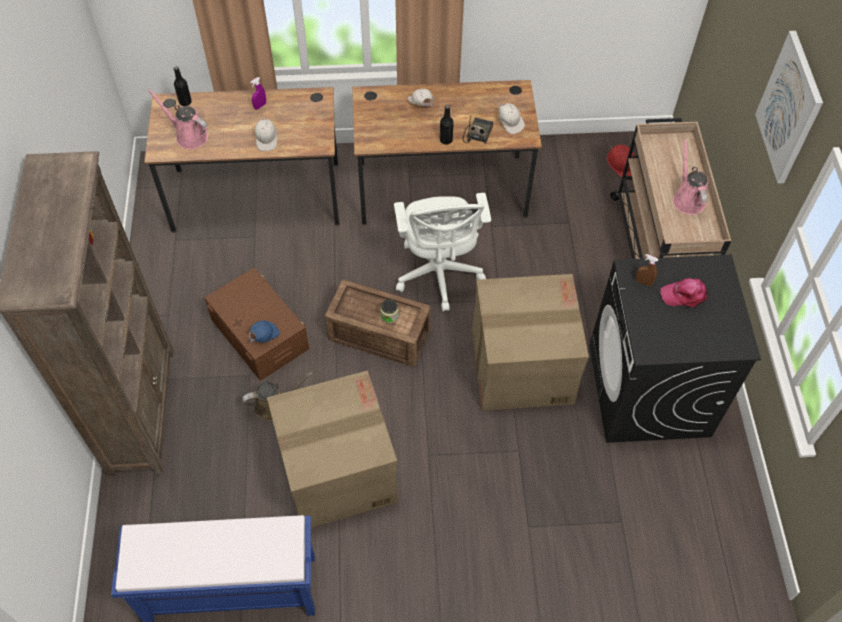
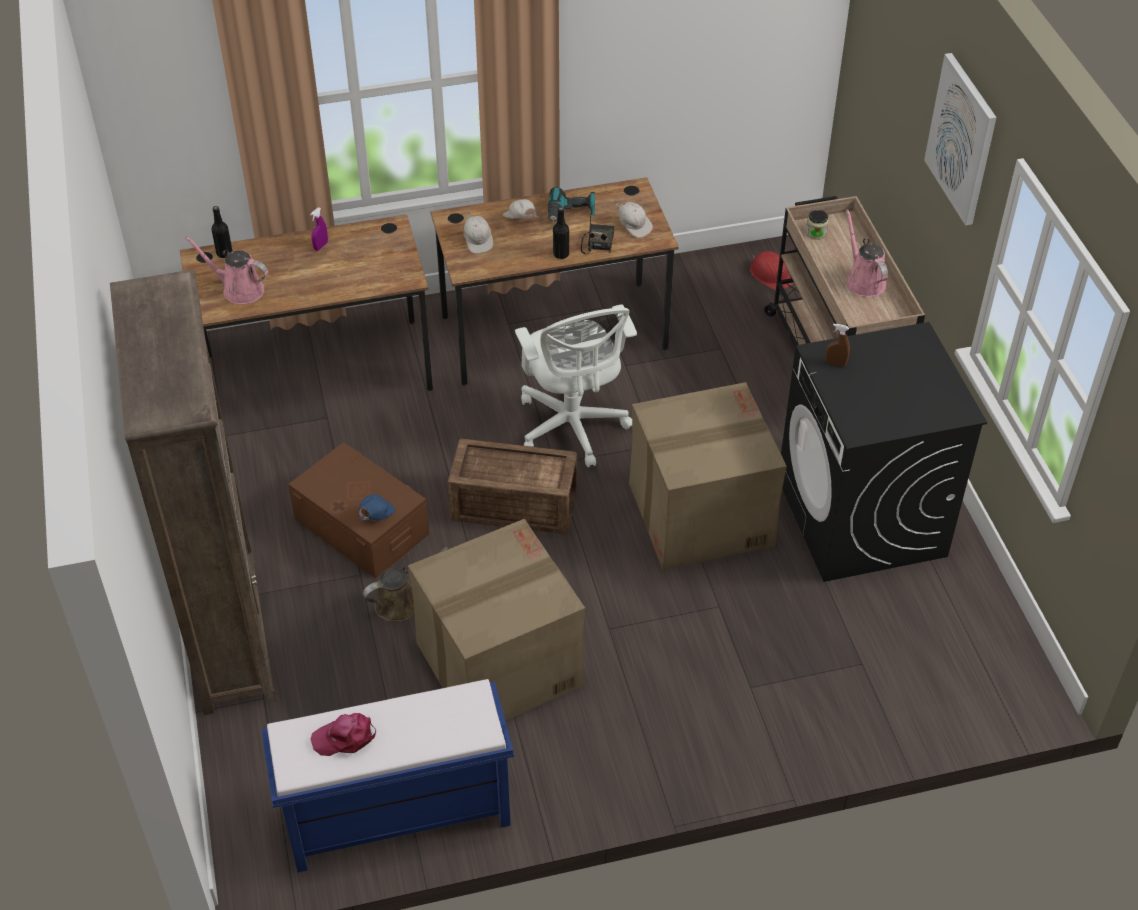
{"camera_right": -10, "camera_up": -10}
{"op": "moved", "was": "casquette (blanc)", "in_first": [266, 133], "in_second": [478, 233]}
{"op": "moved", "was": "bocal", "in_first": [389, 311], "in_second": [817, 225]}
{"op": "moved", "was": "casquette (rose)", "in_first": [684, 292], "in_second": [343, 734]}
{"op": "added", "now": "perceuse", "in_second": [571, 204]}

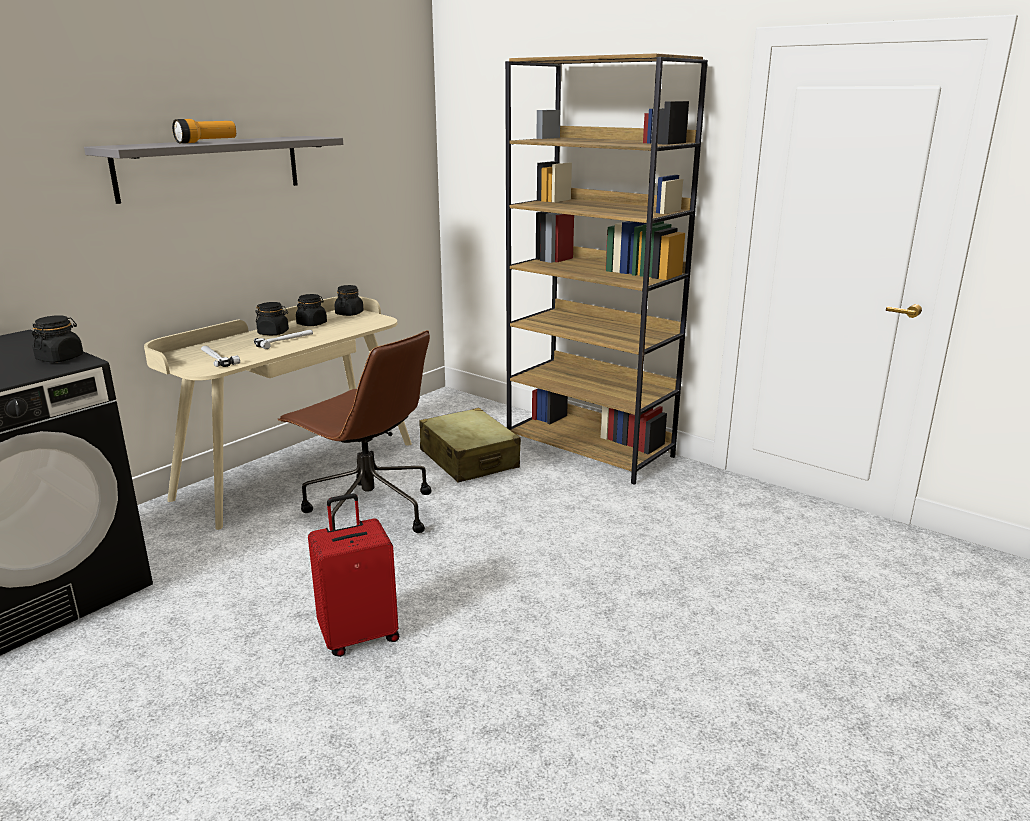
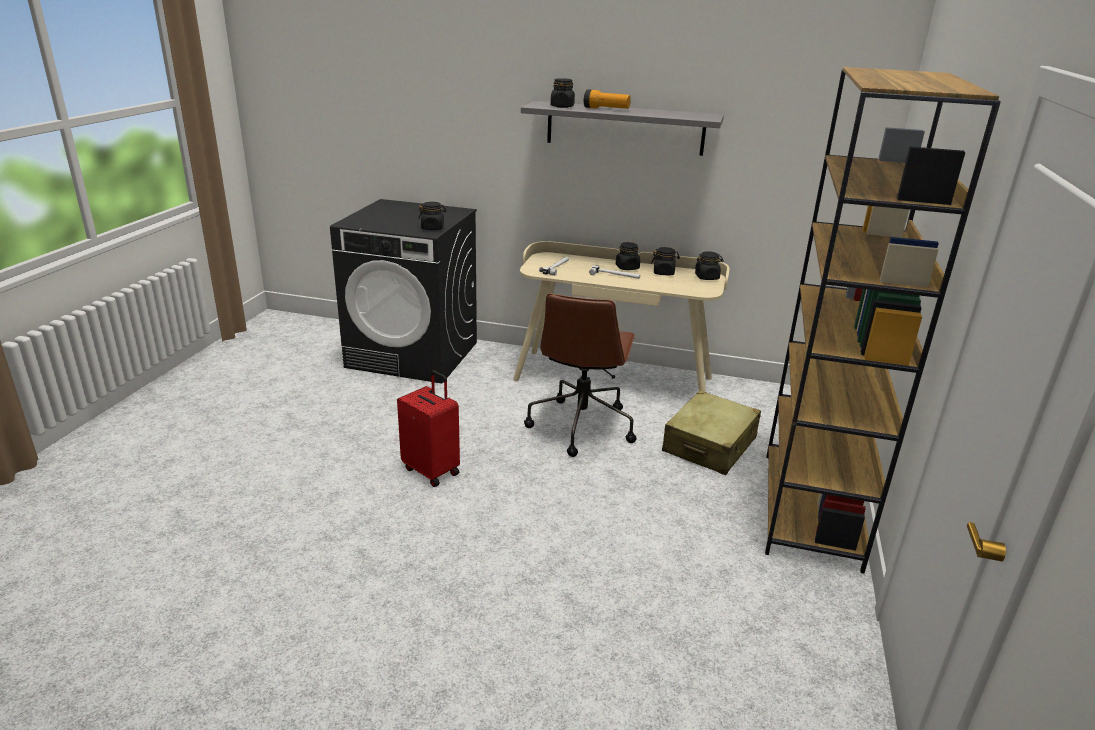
{"camera_right": 65, "camera_up": 5}
{"op": "added", "now": "bocal (noir)", "in_second": [563, 93]}

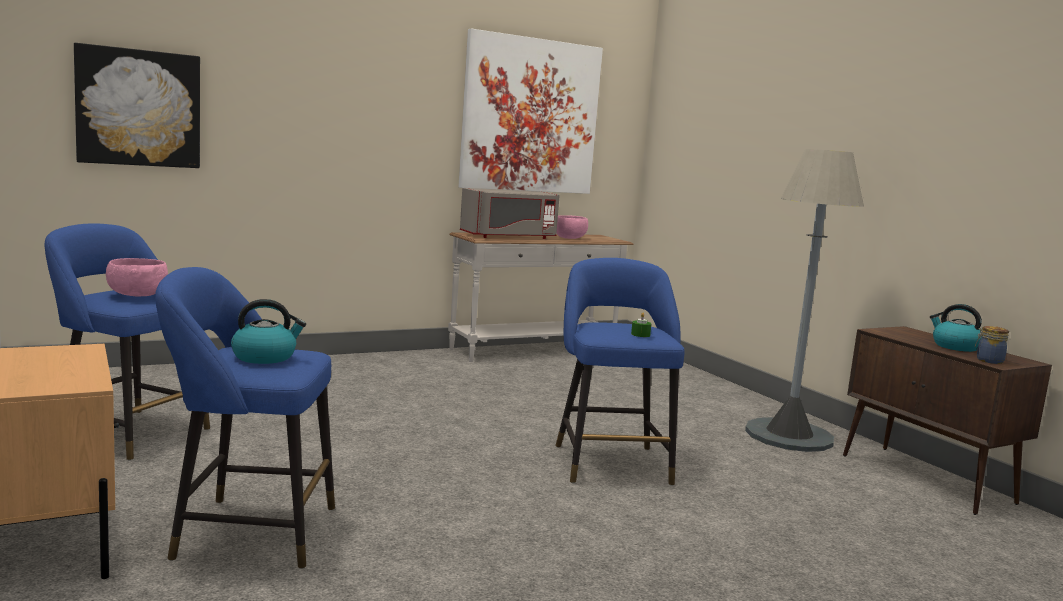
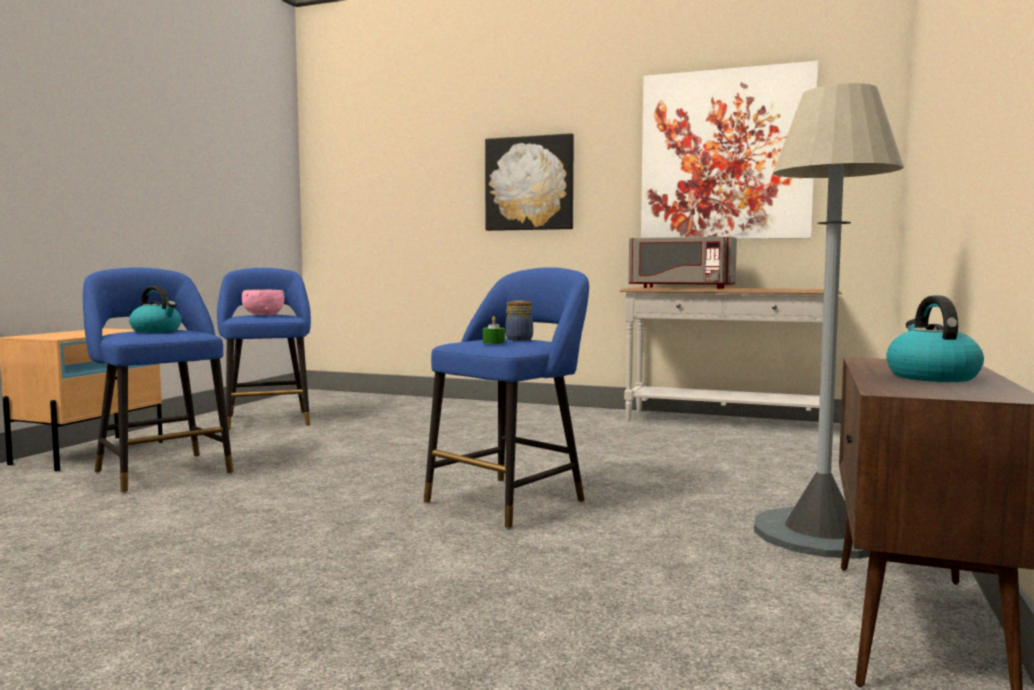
{"camera_right": 50, "camera_up": -5}
{"op": "moved", "was": "tableau", "in_first": [137, 105], "in_second": [529, 182]}
{"op": "removed", "was": "bol (rose)", "in_first": [572, 227]}
{"op": "moved", "was": "bocal", "in_first": [992, 345], "in_second": [519, 320]}

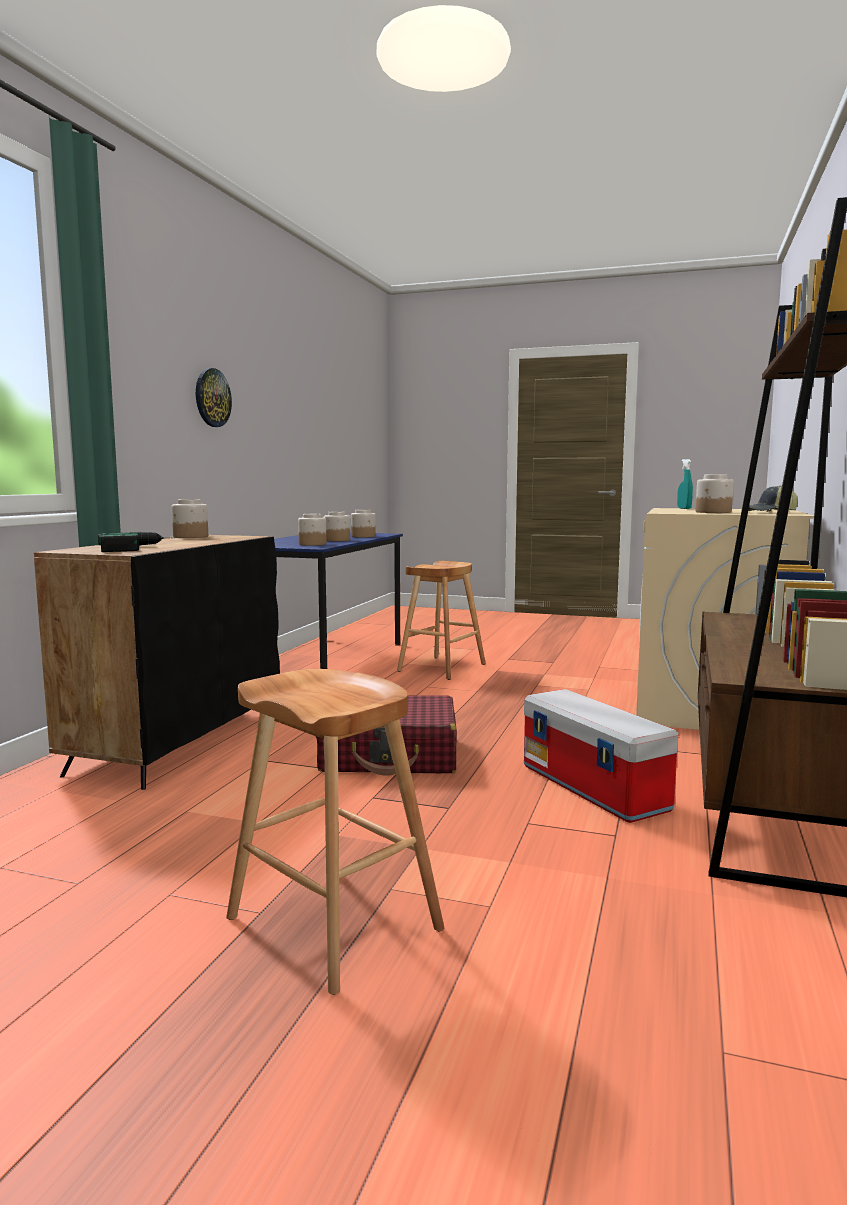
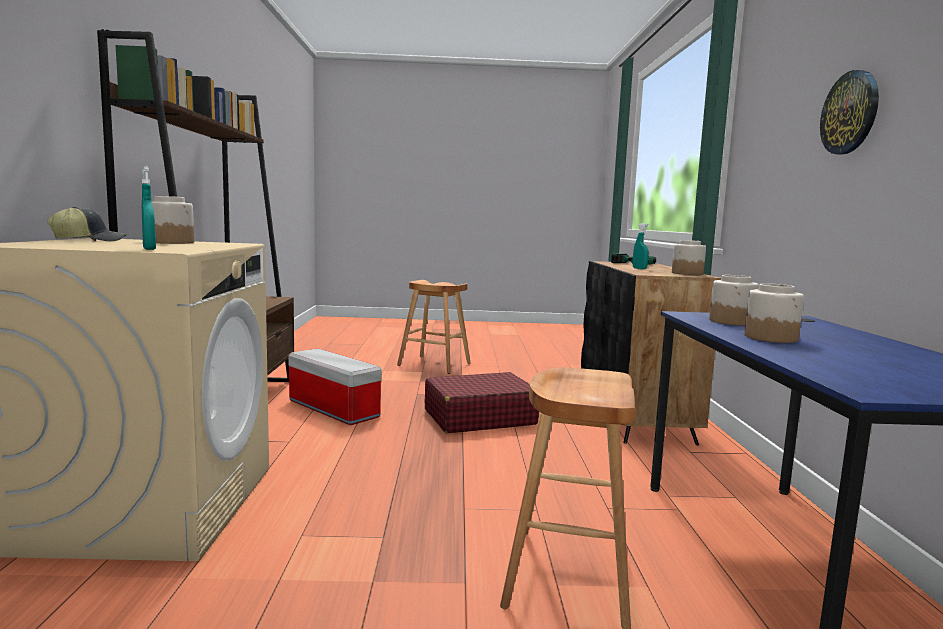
{"camera_right": 160, "camera_up": 0}
{"op": "removed", "was": "bocal", "in_first": [363, 523]}
{"op": "added", "now": "vaporisateur (turquoise)", "in_second": [641, 246]}

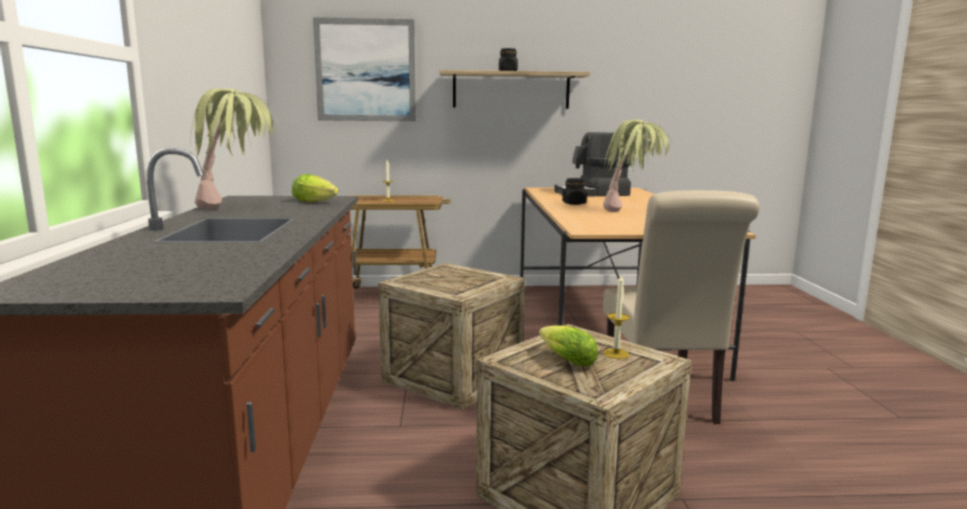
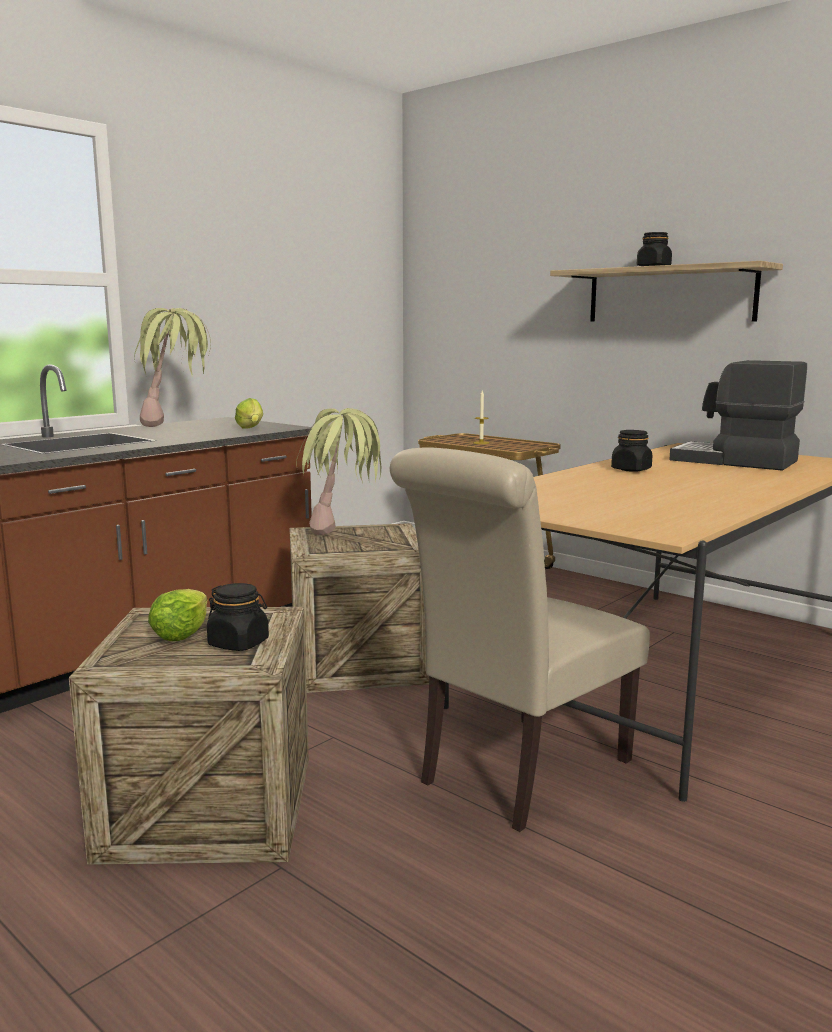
{"camera_right": 45, "camera_up": 0}
{"op": "removed", "was": "tableau", "in_first": [364, 69]}
{"op": "moved", "was": "plante en pot", "in_first": [638, 166], "in_second": [338, 471]}
{"op": "replaced", "was": "bougie", "now": "bocal (noir)", "in_first": [616, 317], "in_second": [238, 617]}

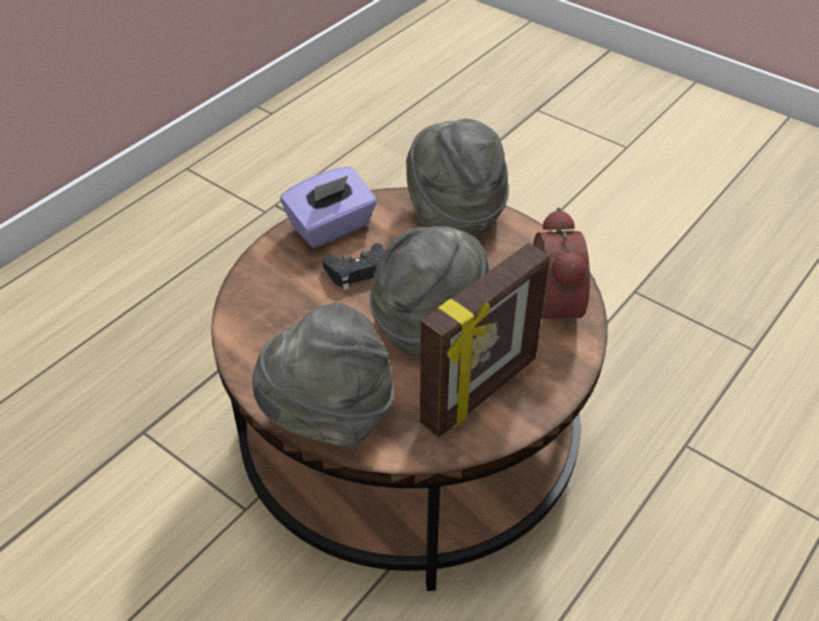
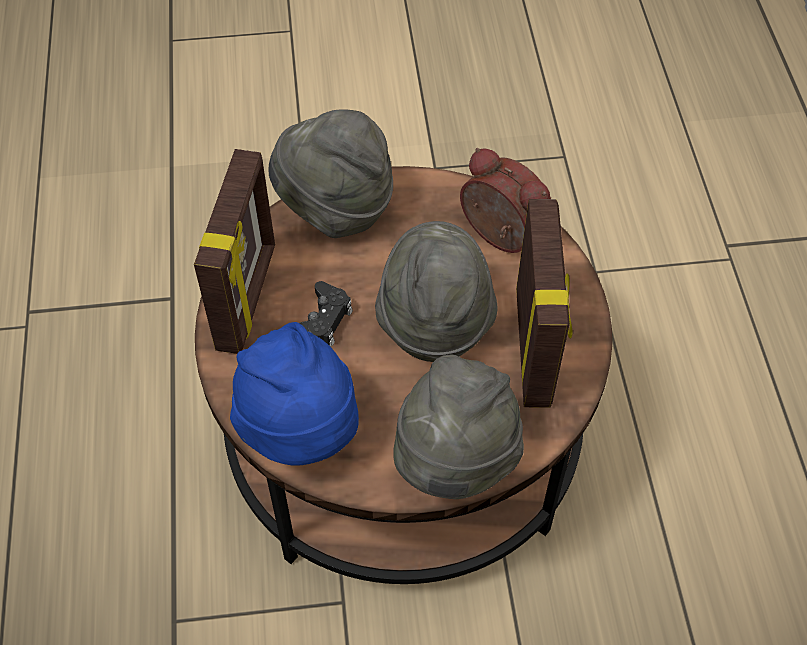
{"camera_right": -45, "camera_up": 10}
{"op": "replaced", "was": "boîte à mouchoirs (violet)", "now": "cadre photo", "in_first": [328, 207], "in_second": [234, 251]}
{"op": "added", "now": "chapeau (bleu)", "in_second": [294, 394]}

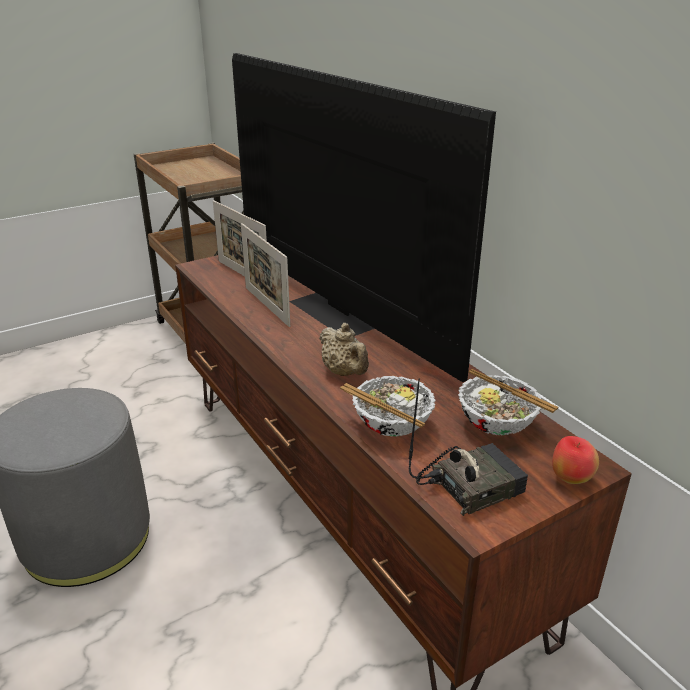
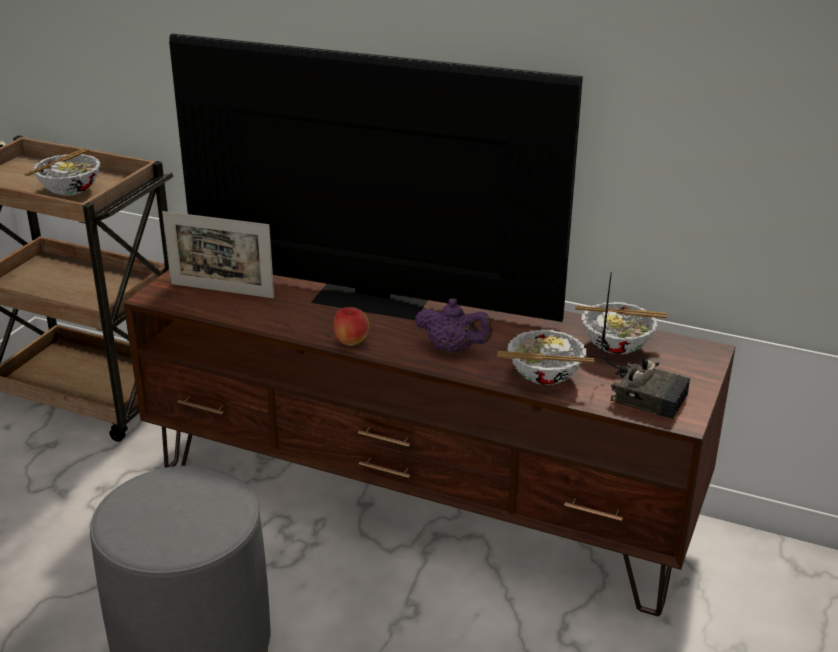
{"camera_right": -35, "camera_up": 0}
{"op": "removed", "was": "cadre photo", "in_first": [265, 275]}
{"op": "recoloured", "was": "théière (beige)", "now": "théière (violet)", "in_first": [344, 349], "in_second": [453, 325]}
{"op": "turned", "was": "radio", "in_first": [468, 447], "in_second": [645, 345], "clockwise": 90}
{"op": "moved", "was": "pomme", "in_first": [575, 460], "in_second": [351, 326]}
{"op": "added", "now": "bol", "in_second": [62, 172]}

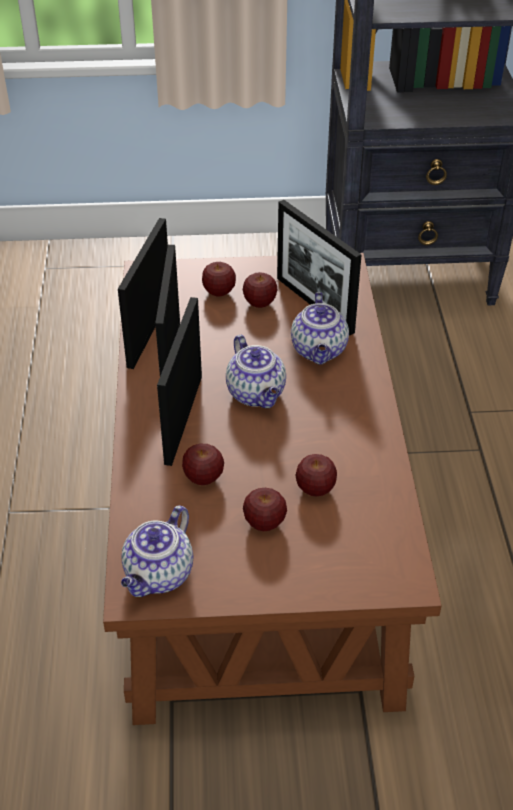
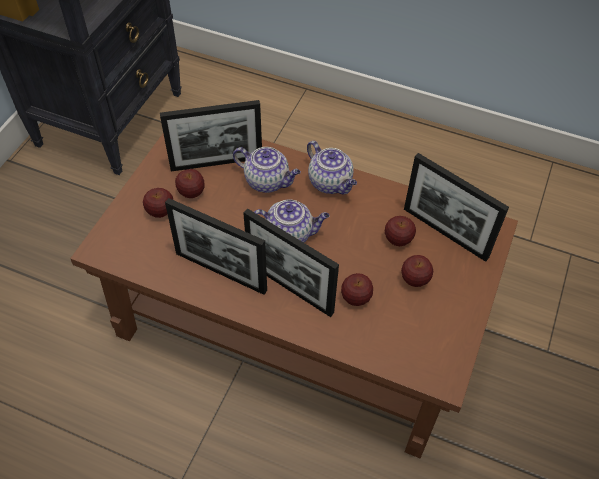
{"camera_right": -65, "camera_up": 10}
{"op": "moved", "was": "cadre photo", "in_first": [143, 293], "in_second": [456, 207]}
{"op": "moved", "was": "théière", "in_first": [157, 551], "in_second": [332, 167]}

